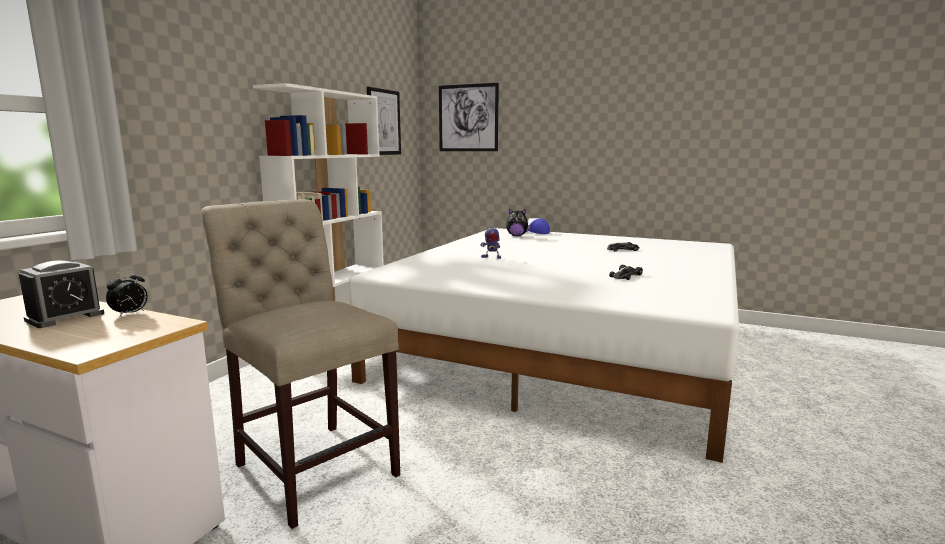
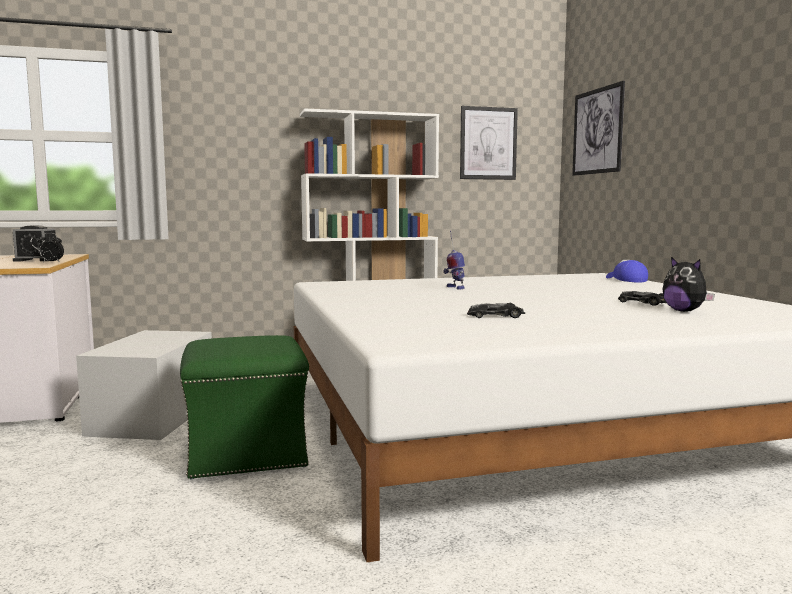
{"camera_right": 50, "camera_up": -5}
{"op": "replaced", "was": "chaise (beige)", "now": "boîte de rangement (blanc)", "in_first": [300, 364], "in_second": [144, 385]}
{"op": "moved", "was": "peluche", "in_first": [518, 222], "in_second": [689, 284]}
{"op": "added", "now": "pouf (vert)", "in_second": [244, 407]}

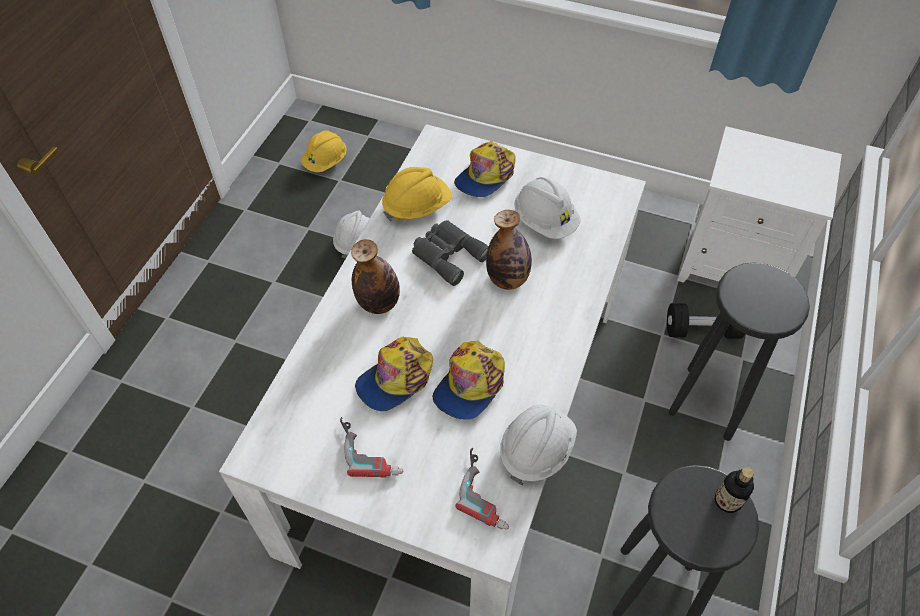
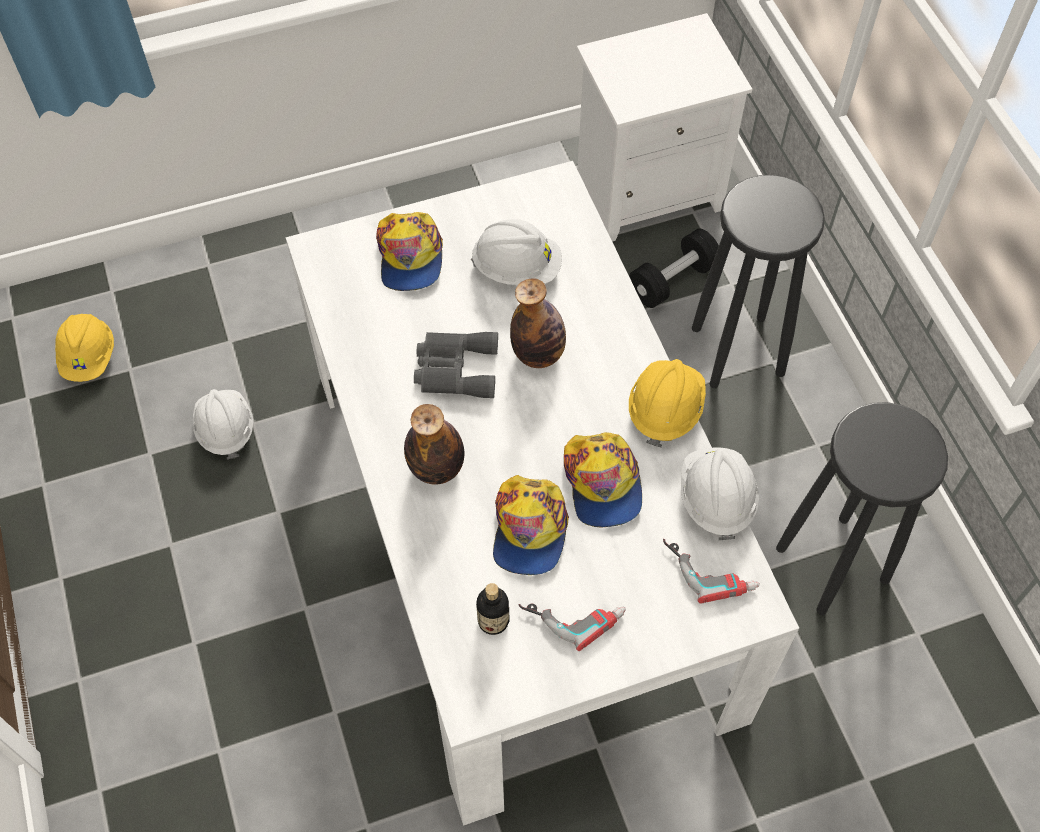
{"camera_right": -40, "camera_up": 5}
{"op": "moved", "was": "casque de chantier (jaune)", "in_first": [416, 194], "in_second": [667, 403]}
{"op": "moved", "was": "bouteille", "in_first": [734, 490], "in_second": [492, 609]}

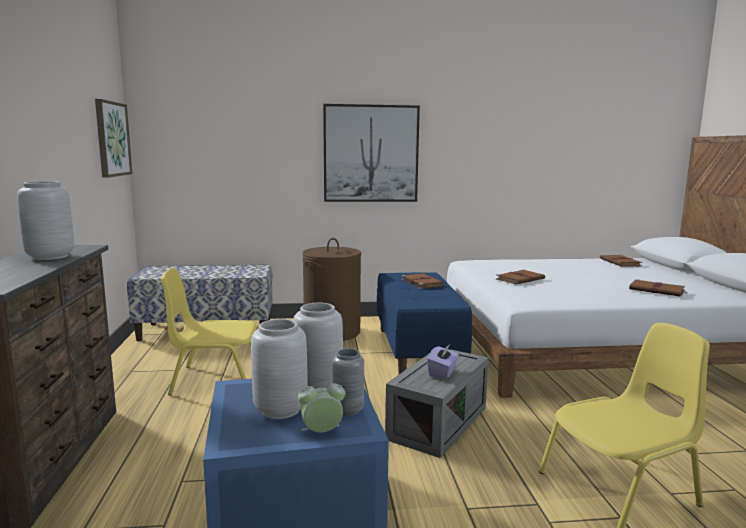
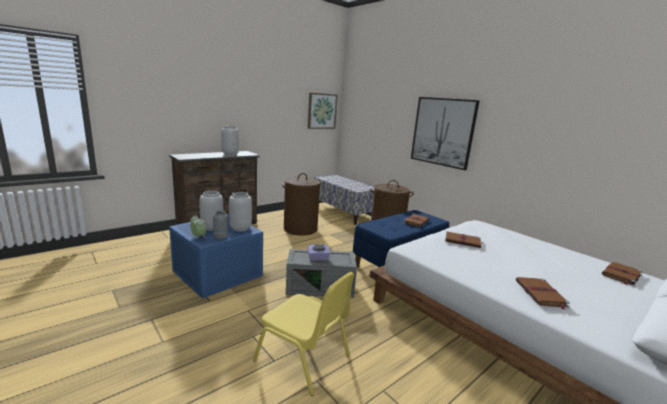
{"camera_right": 55, "camera_up": 5}
{"op": "replaced", "was": "chaise (jaune)", "now": "panier à linge (marron)", "in_first": [209, 331], "in_second": [301, 204]}

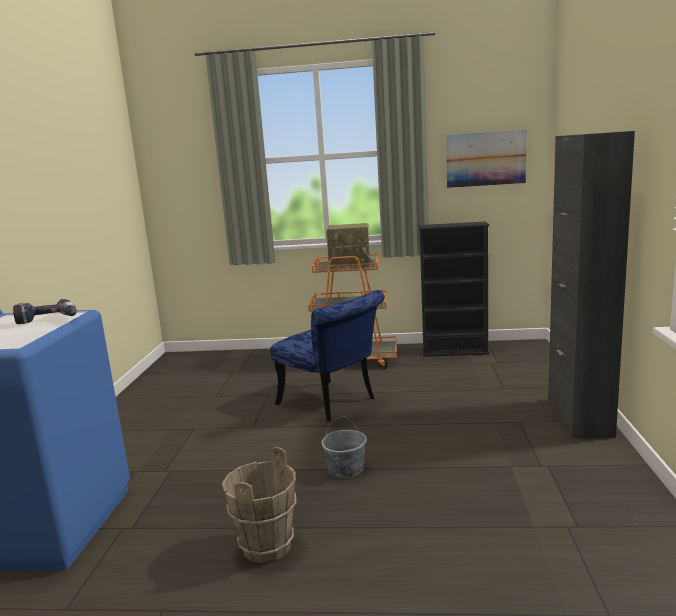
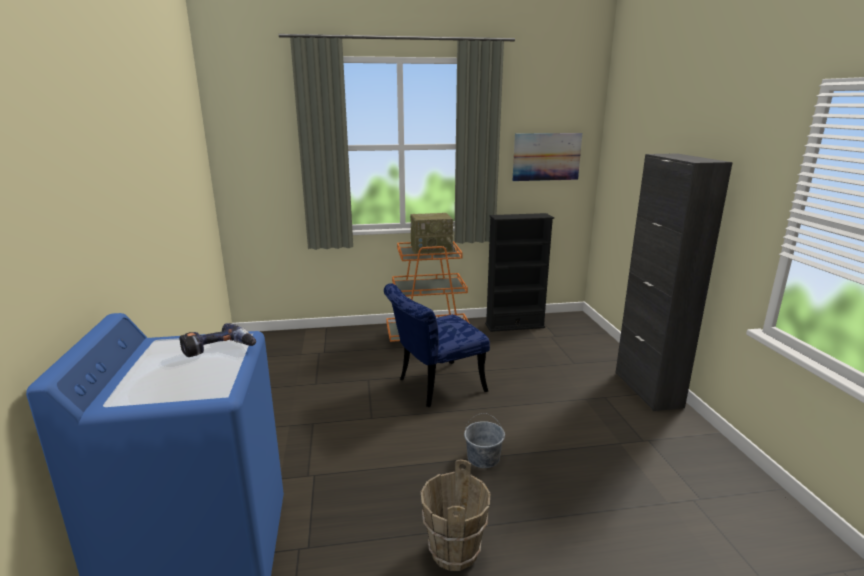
{"camera_right": -15, "camera_up": 5}
{"op": "turned", "was": "chaise (bleu)", "in_first": [327, 355], "in_second": [437, 345], "clockwise": 120}

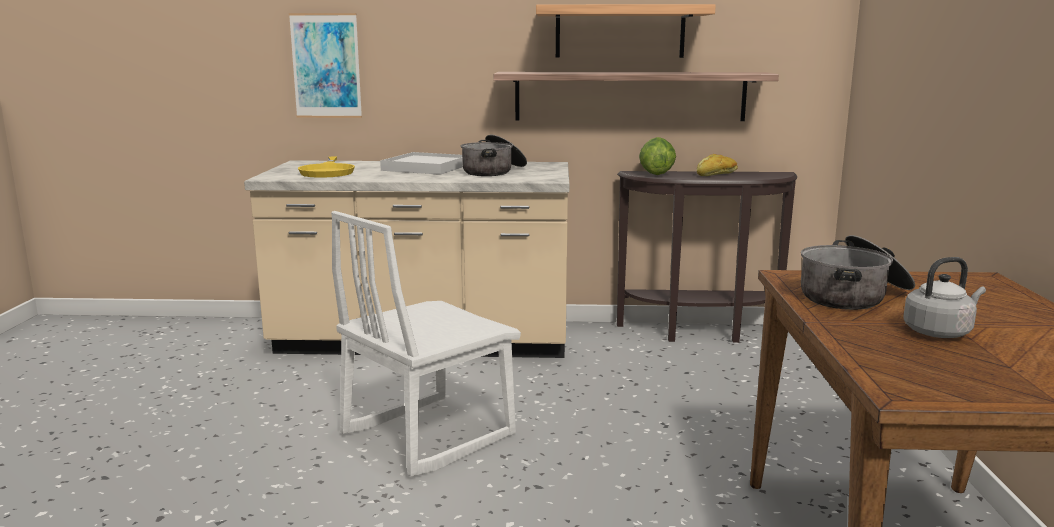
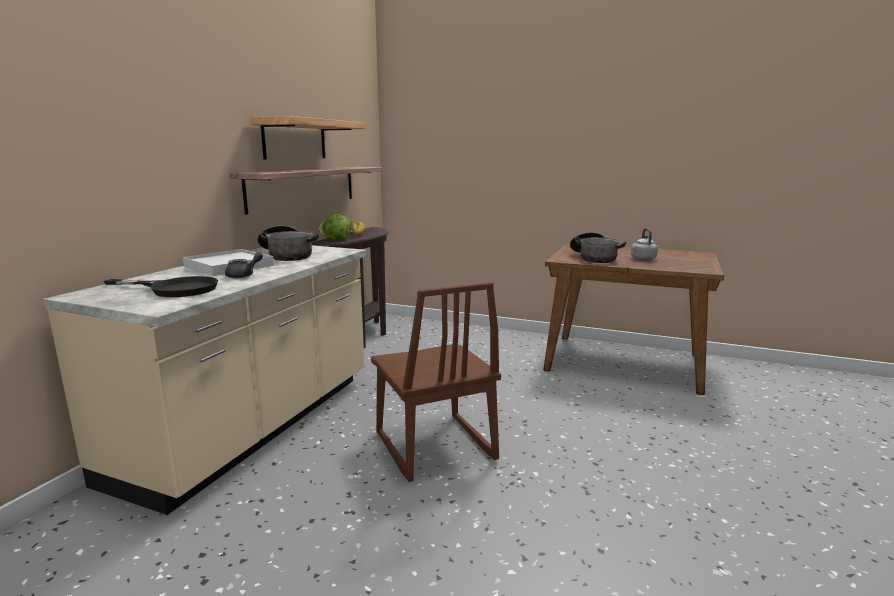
{"camera_right": -70, "camera_up": 0}
{"op": "removed", "was": "tableau", "in_first": [325, 65]}
{"op": "recoloured", "was": "poêle (jaune)", "now": "poêle (noir)", "in_first": [326, 167], "in_second": [160, 286]}
{"op": "recoloured", "was": "chaise (blanc)", "now": "chaise (marron)", "in_first": [426, 344], "in_second": [436, 382]}
{"op": "added", "now": "théière (gris)", "in_second": [244, 265]}

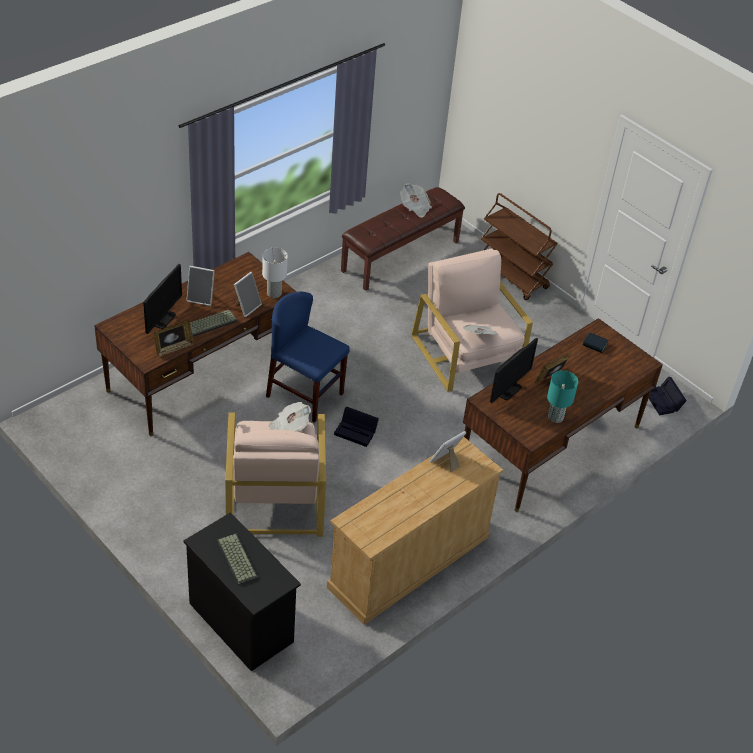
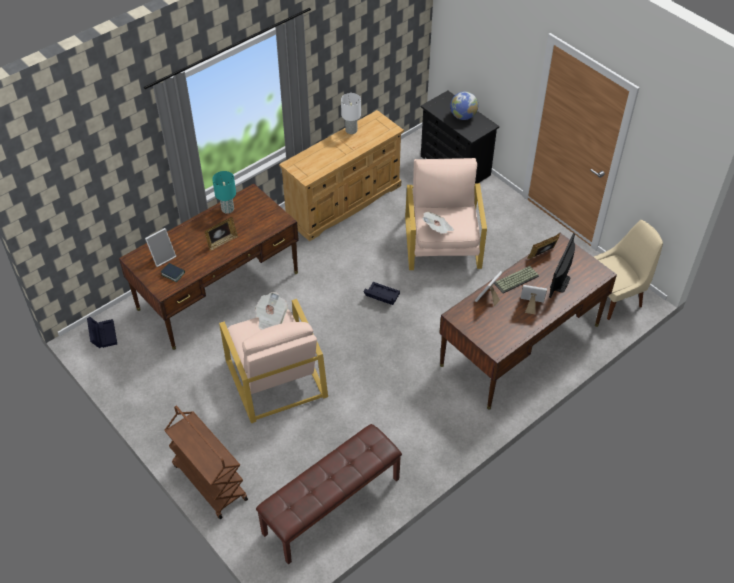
{"camera_right": -175, "camera_up": 5}
{"op": "replaced", "was": "clavier", "now": "globe", "in_first": [237, 559], "in_second": [464, 105]}
{"op": "moved", "was": "lampe de table (blanc)", "in_first": [275, 273], "in_second": [351, 113]}
{"op": "removed", "was": "chaise (bleu)", "in_first": [308, 357]}
{"op": "removed", "was": "journal", "in_first": [416, 200]}
{"op": "moved", "was": "cadre photo", "in_first": [448, 451], "in_second": [160, 247]}
{"op": "removed", "was": "écran d'ordinateur", "in_first": [514, 370]}
{"op": "added", "now": "chaise (beige)", "in_second": [628, 270]}

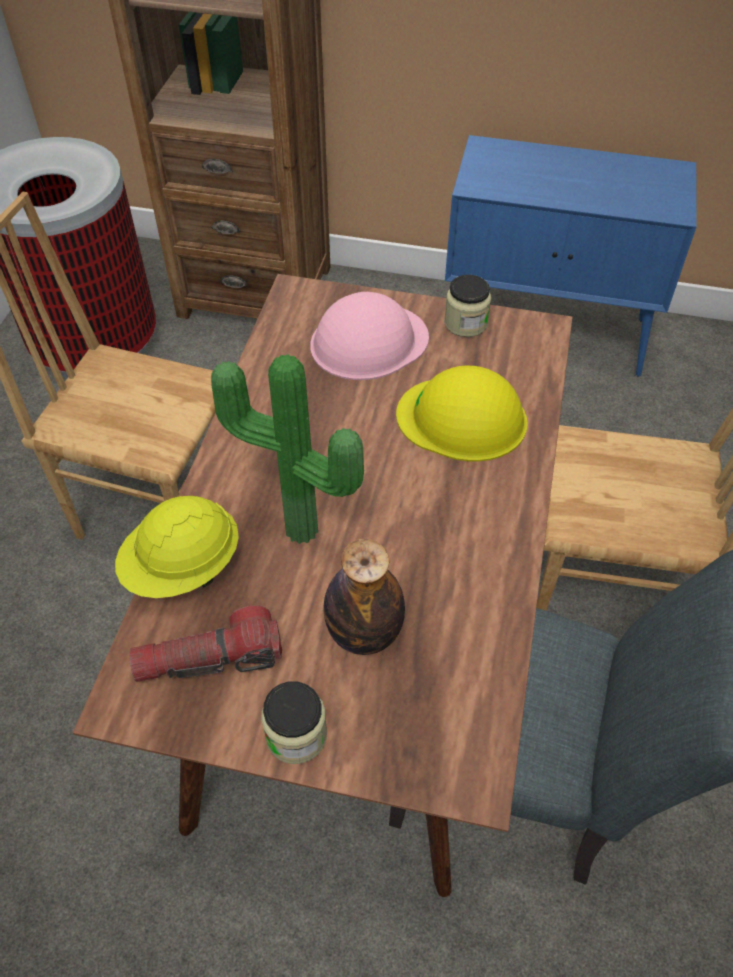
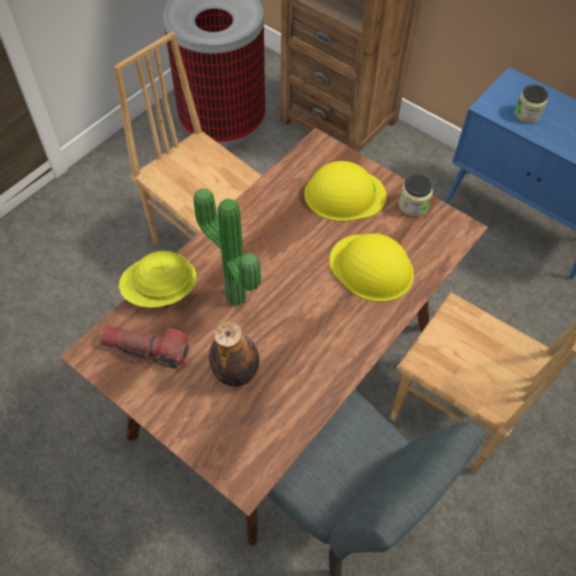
{"camera_right": 25, "camera_up": 5}
{"op": "moved", "was": "bocal", "in_first": [294, 722], "in_second": [531, 104]}
{"op": "recoloured", "was": "casque de chantier (rose)", "now": "casque de chantier (jaune)", "in_first": [369, 336], "in_second": [345, 191]}

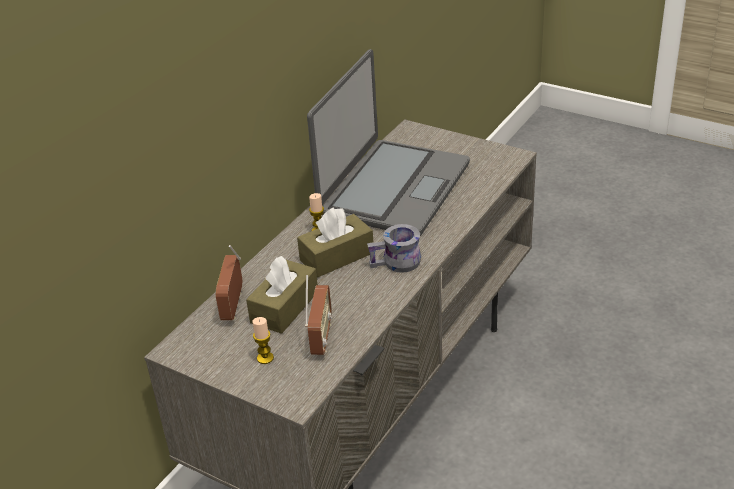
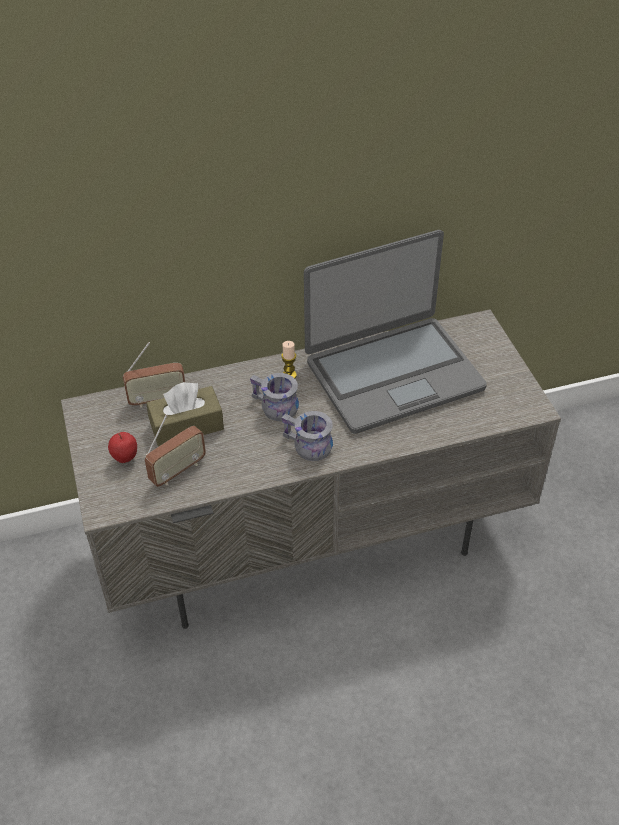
{"camera_right": 40, "camera_up": 10}
{"op": "turned", "was": "radio", "in_first": [229, 282], "in_second": [154, 375], "clockwise": -150}
{"op": "replaced", "was": "bougie", "now": "pomme", "in_first": [263, 340], "in_second": [122, 447]}
{"op": "replaced", "was": "boîte à mouchoirs (marron)", "now": "mug (gris)", "in_first": [335, 242], "in_second": [274, 397]}

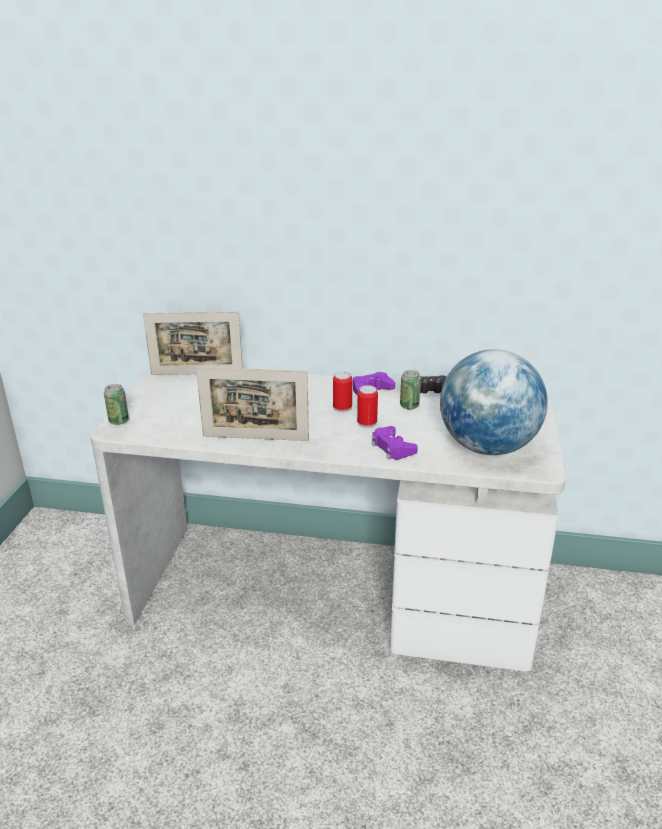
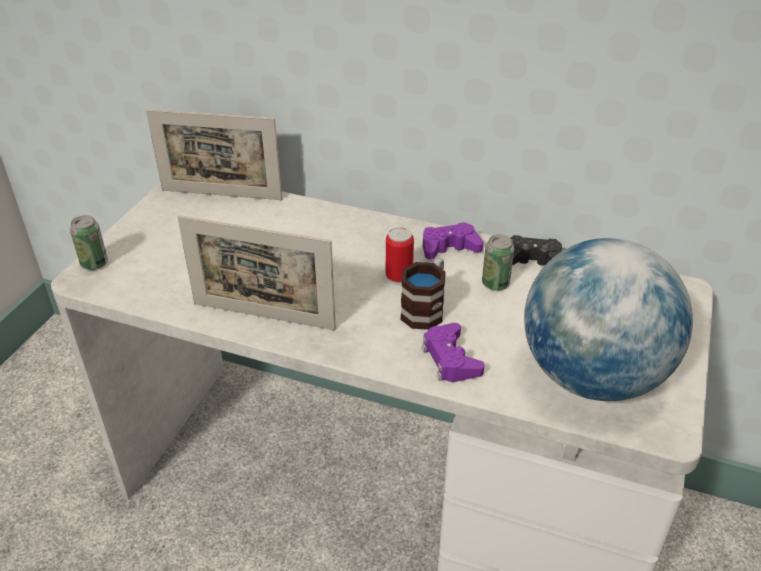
{"camera_right": 10, "camera_up": 10}
{"op": "replaced", "was": "boîte métallique", "now": "mug", "in_first": [367, 406], "in_second": [423, 294]}

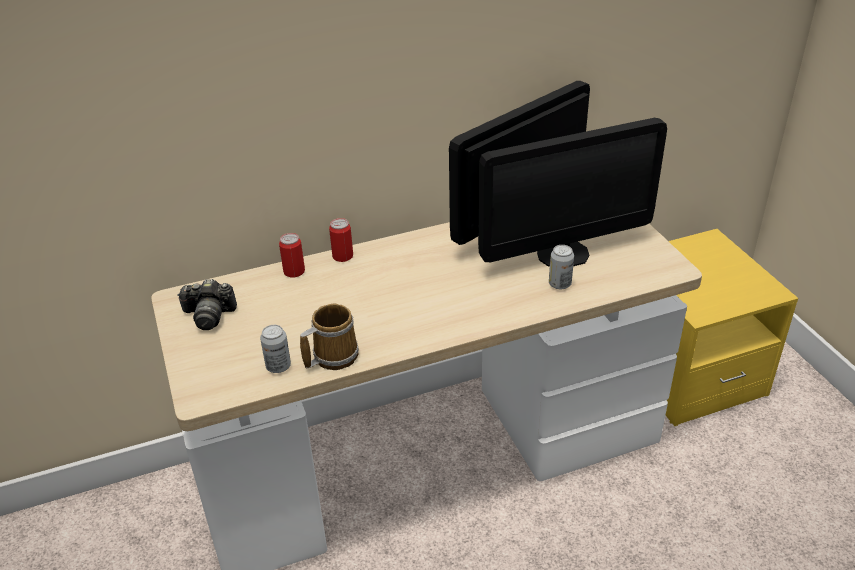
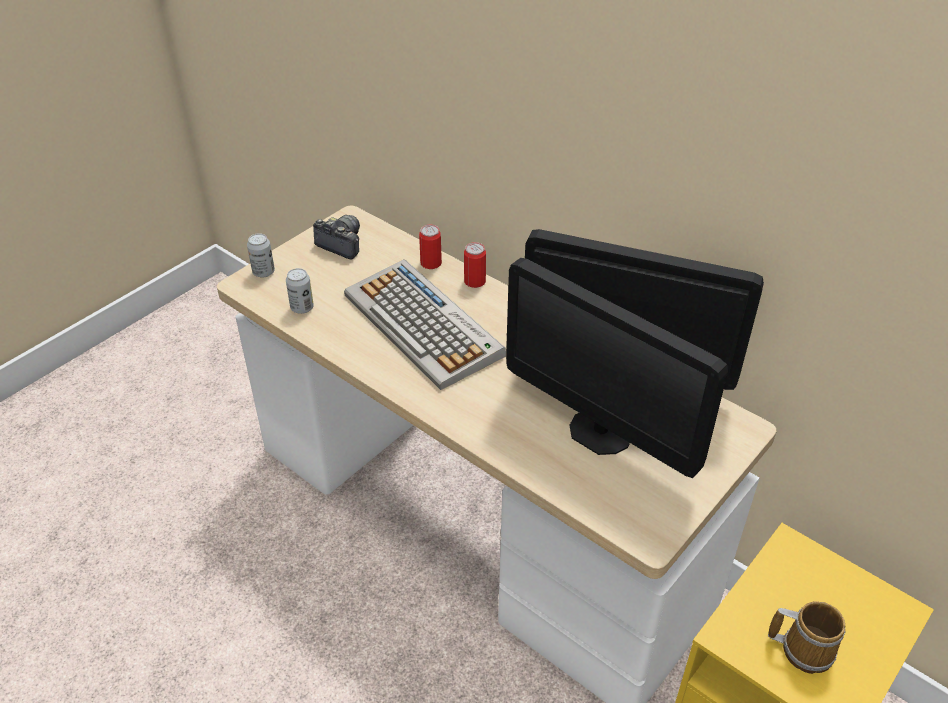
{"camera_right": 60, "camera_up": 5}
{"op": "turned", "was": "appareil photo", "in_first": [207, 304], "in_second": [336, 237], "clockwise": 150}
{"op": "moved", "was": "mug", "in_first": [329, 337], "in_second": [807, 637]}
{"op": "moved", "was": "boîte métallique", "in_first": [561, 267], "in_second": [261, 255]}
{"op": "added", "now": "clavier", "in_second": [425, 325]}

